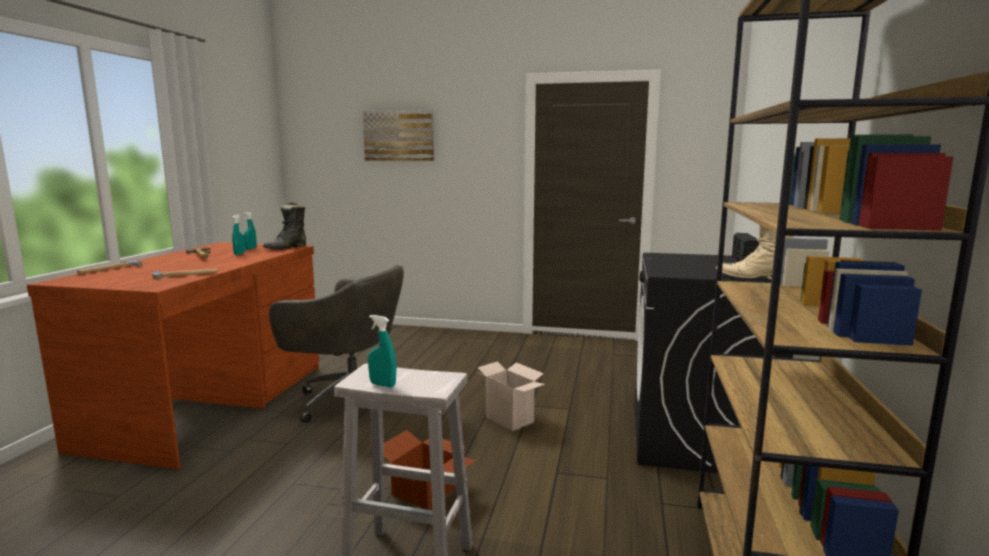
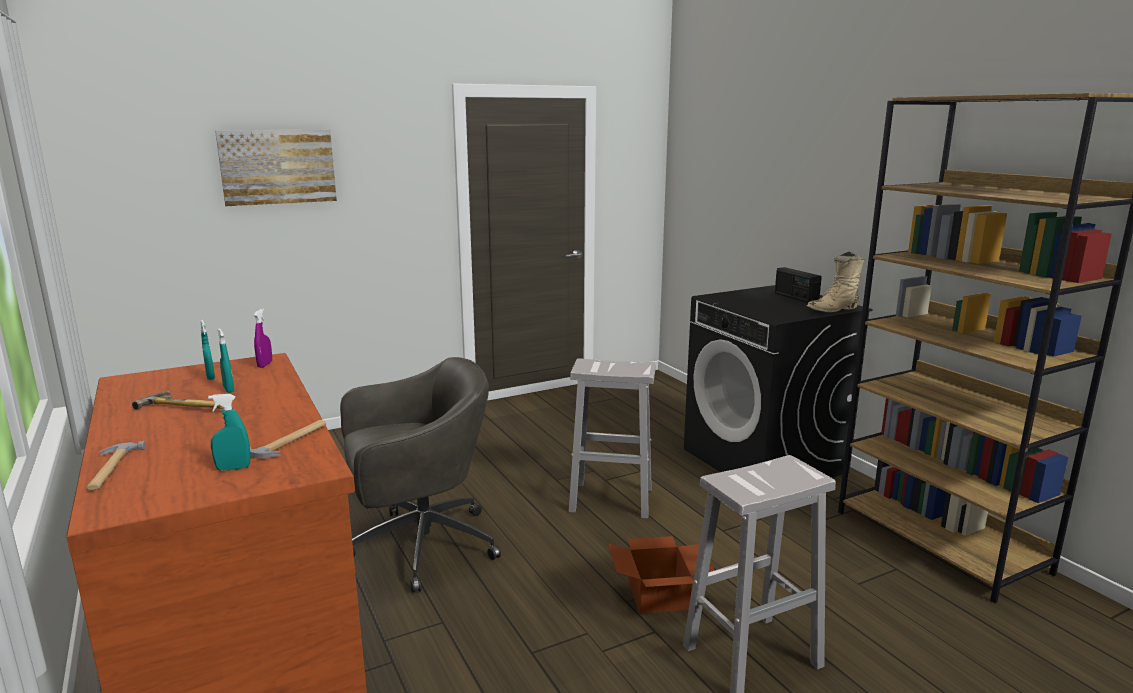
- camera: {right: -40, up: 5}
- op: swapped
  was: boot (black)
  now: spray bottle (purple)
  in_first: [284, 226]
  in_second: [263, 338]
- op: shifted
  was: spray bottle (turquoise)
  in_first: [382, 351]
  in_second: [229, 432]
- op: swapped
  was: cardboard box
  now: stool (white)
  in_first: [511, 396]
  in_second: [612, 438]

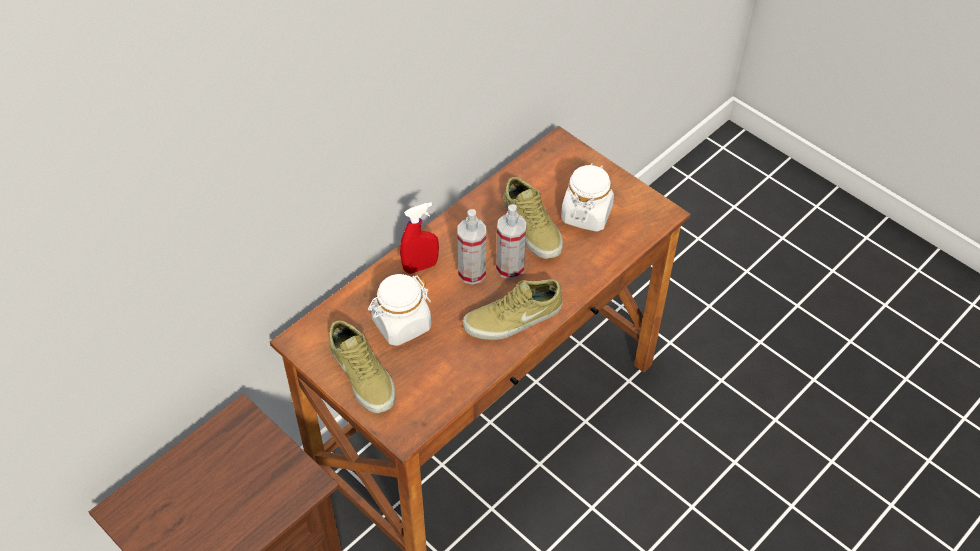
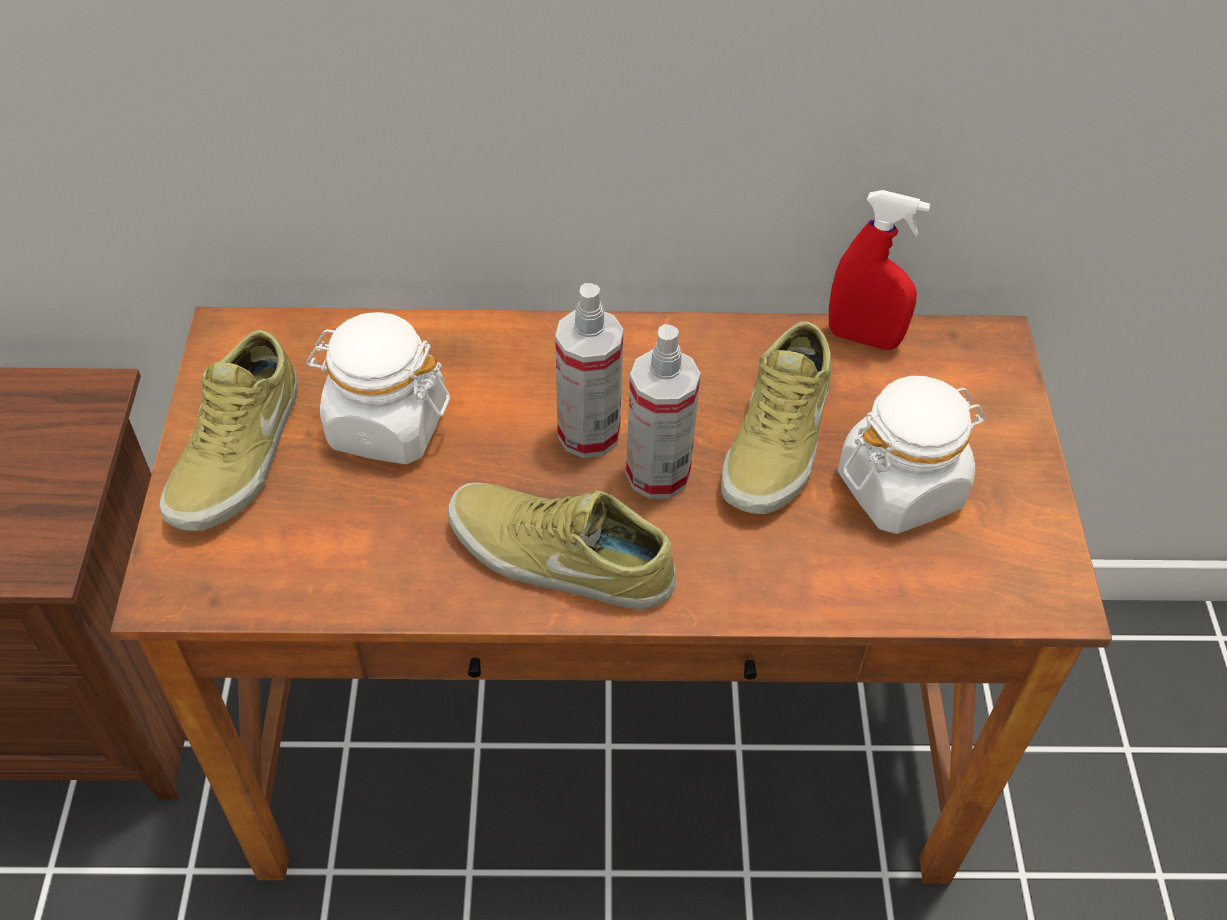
- camera: {right: 45, up: 0}
- op: shifted
  was: spray bottle (red)
  in_first: [419, 238]
  in_second: [879, 270]

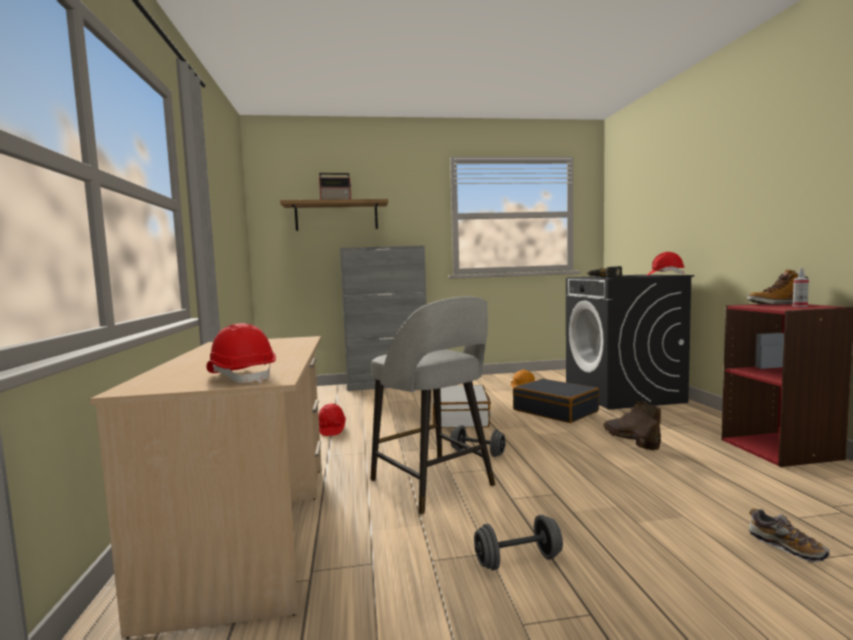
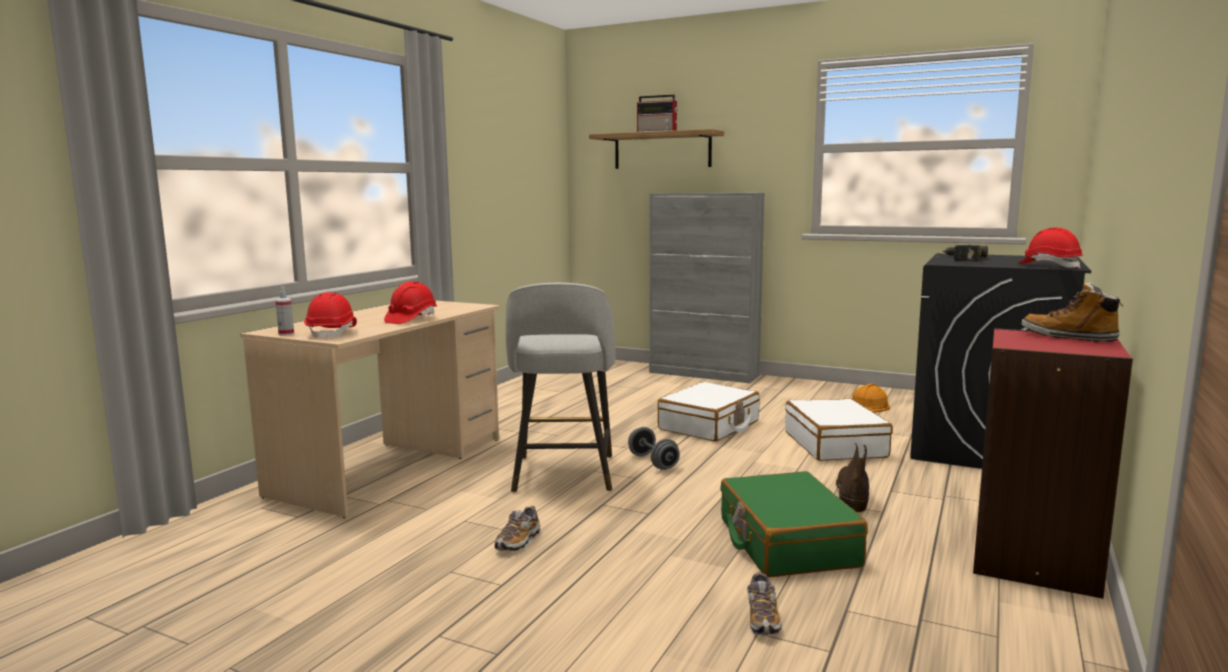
- camera: {right: 35, up: 5}
- op: shifted
  was: hard hat (red)
  in_first: [332, 420]
  in_second: [410, 302]
- op: swapped
  was: dumbbell (grey)
  now: shoe
  in_first: [518, 542]
  in_second: [518, 528]
- op: repainted
  was: suitcase (black)
  now: suitcase (white)
  in_first: [556, 401]
  in_second: [839, 429]
- op: shifted
  was: spray bottle
  in_first: [801, 287]
  in_second: [284, 311]
- op: new
  now: suitcase (green)
  in_second: [794, 524]

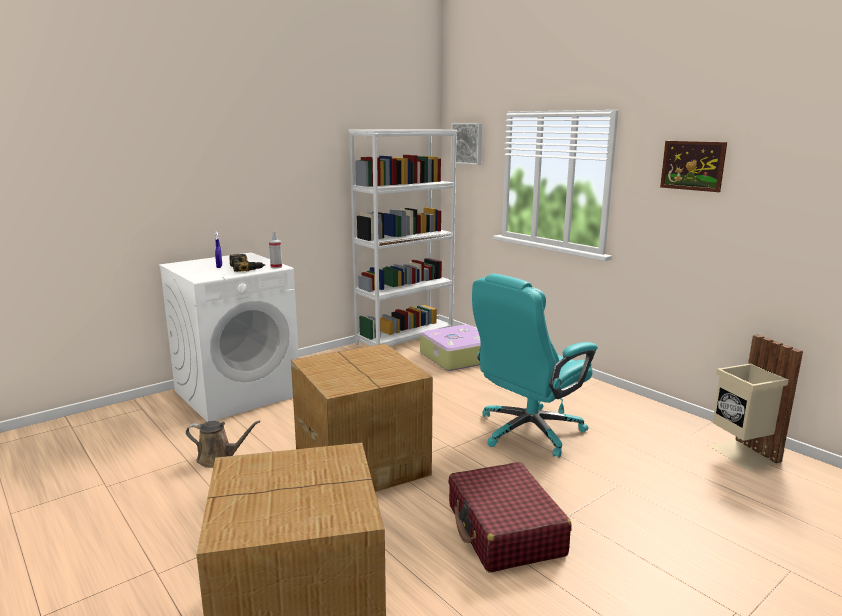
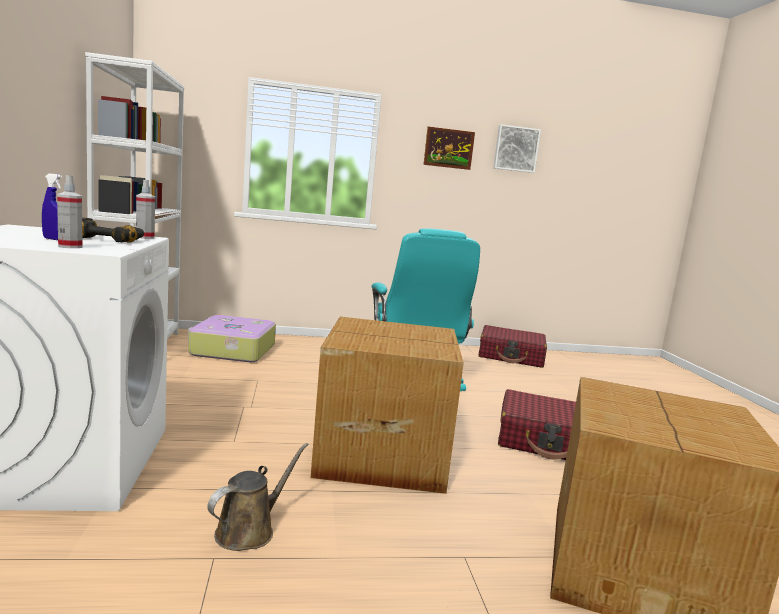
- camera: {right: -60, up: -5}
- op: shifted
  was: picture
  in_first: [466, 144]
  in_second: [517, 148]
- op: swapped
  was: trash can (beige)
  now: suitcase (red)
  in_first: [755, 402]
  in_second: [513, 346]
- op: new
  now: spray bottle
  in_second: [70, 211]

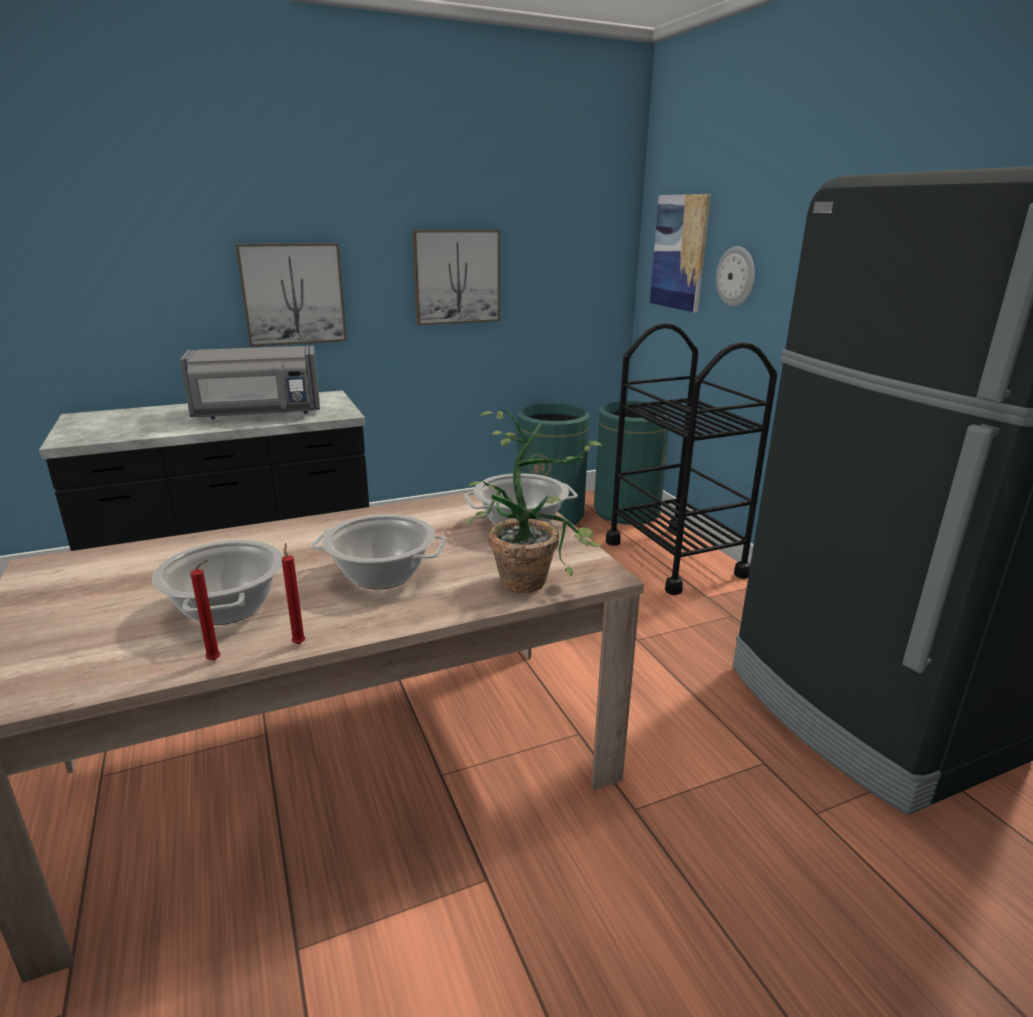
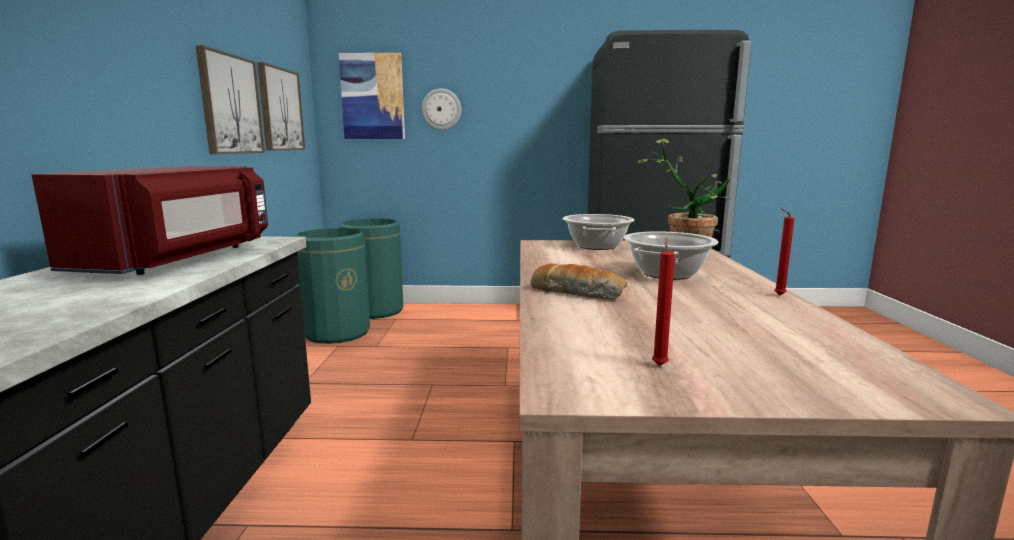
- camera: {right: -65, up: -10}
- op: gone
  was: cooking pot
  in_first: [217, 582]
- op: repainted
  was: microwave (grey)
  now: microwave (red)
  in_first: [250, 382]
  in_second: [150, 220]
- op: shifted
  was: candle (red)
  in_first: [205, 610]
  in_second: [663, 302]
- op: shifted
  was: picture
  in_first: [291, 295]
  in_second: [281, 106]
- op: gone
  was: cart (black)
  in_first: [691, 459]
- op: new
  now: bread
  in_second: [579, 281]

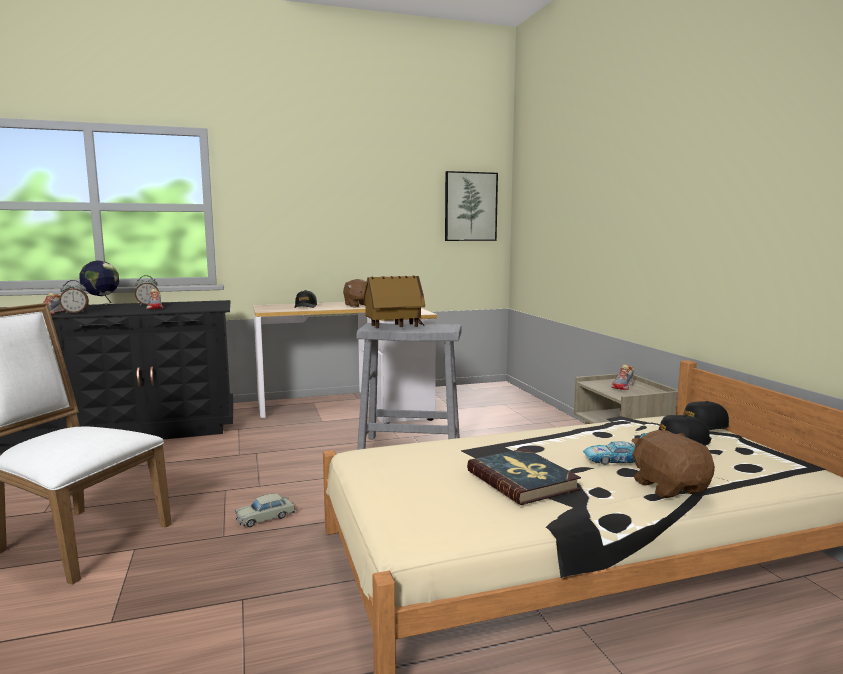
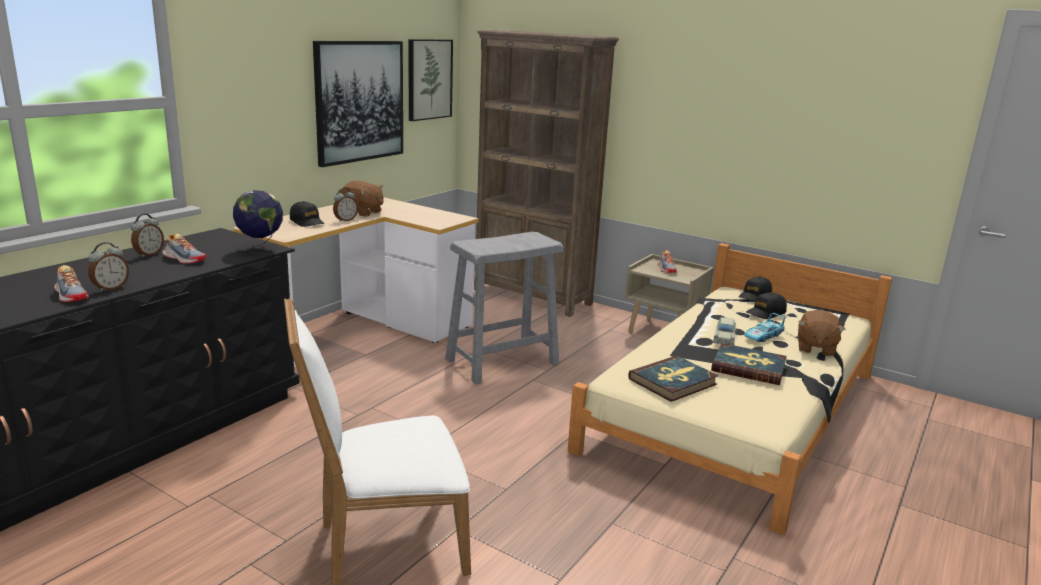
- camera: {right: -40, up: 10}
- op: shifted
  was: globe
  in_first: [99, 284]
  in_second: [258, 222]
- op: shifted
  was: toy car (beige)
  in_first: [265, 510]
  in_second: [725, 331]
- op: gone
  was: toy house
  in_first: [394, 302]
- op: rotated
  was: plush toy (brown)
  in_first: [673, 464]
  in_second: [822, 333]
  clockwise: -105
- op: new
  now: picture
  in_second: [358, 104]
- op: new
  now: alarm clock
  in_second: [345, 205]
- op: new
  now: bookcase (brown)
  in_second: [546, 173]
- op: new
  now: book
  in_second: [673, 379]

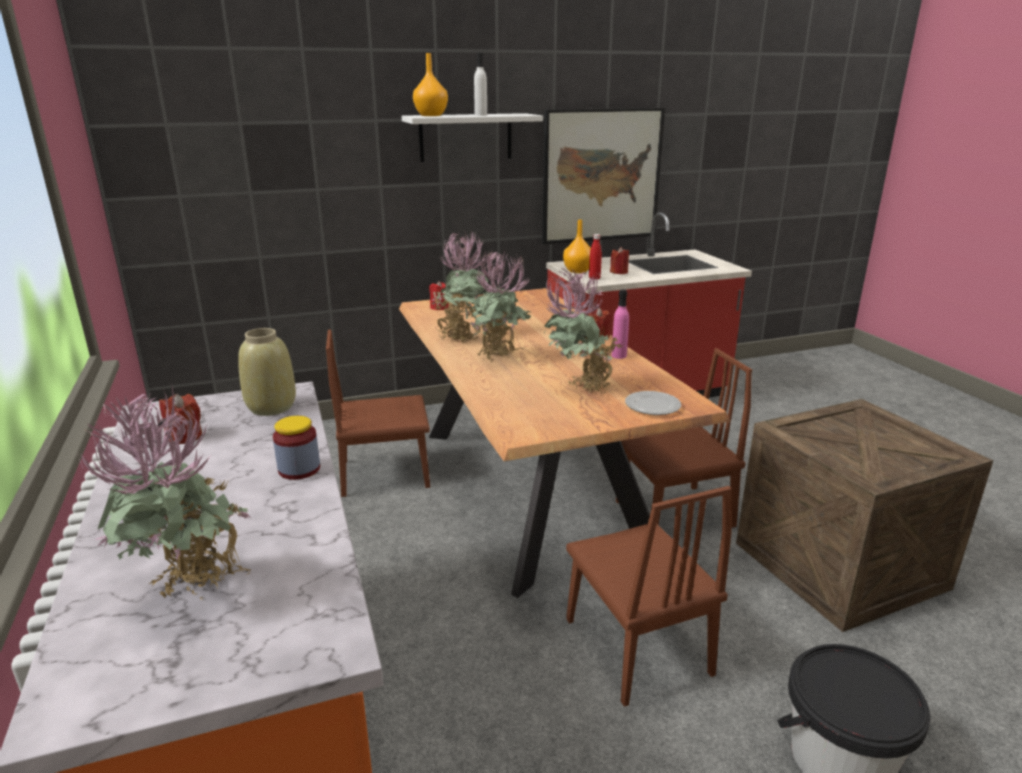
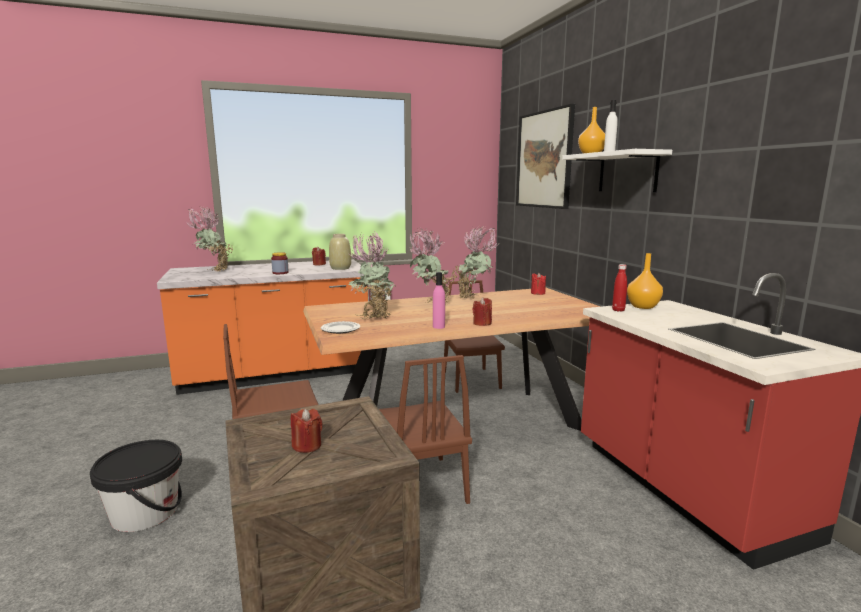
- camera: {right: 90, up: -10}
- op: shifted
  was: picture
  in_first: [603, 176]
  in_second: [545, 156]
- op: shifted
  was: candle (red)
  in_first: [619, 260]
  in_second: [306, 431]

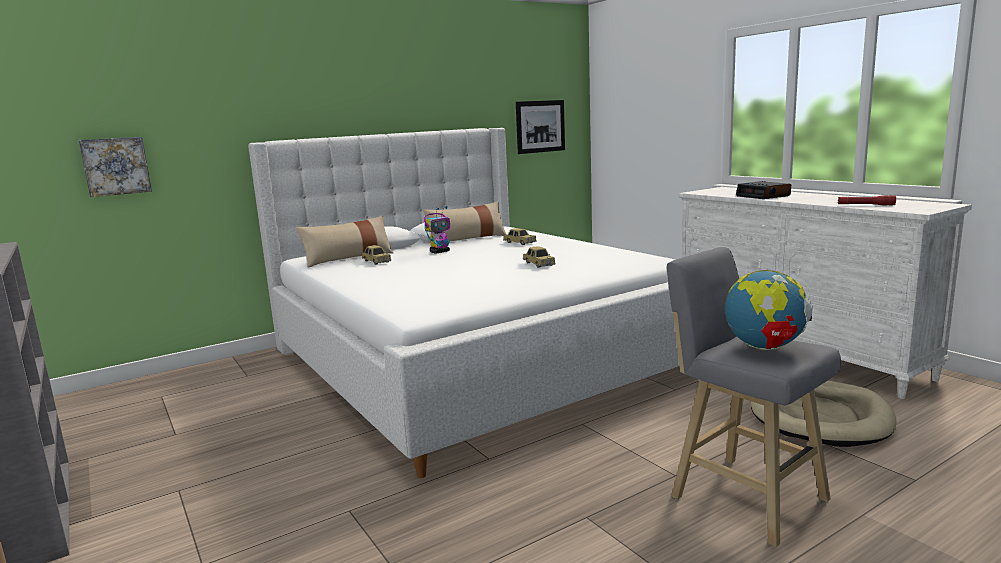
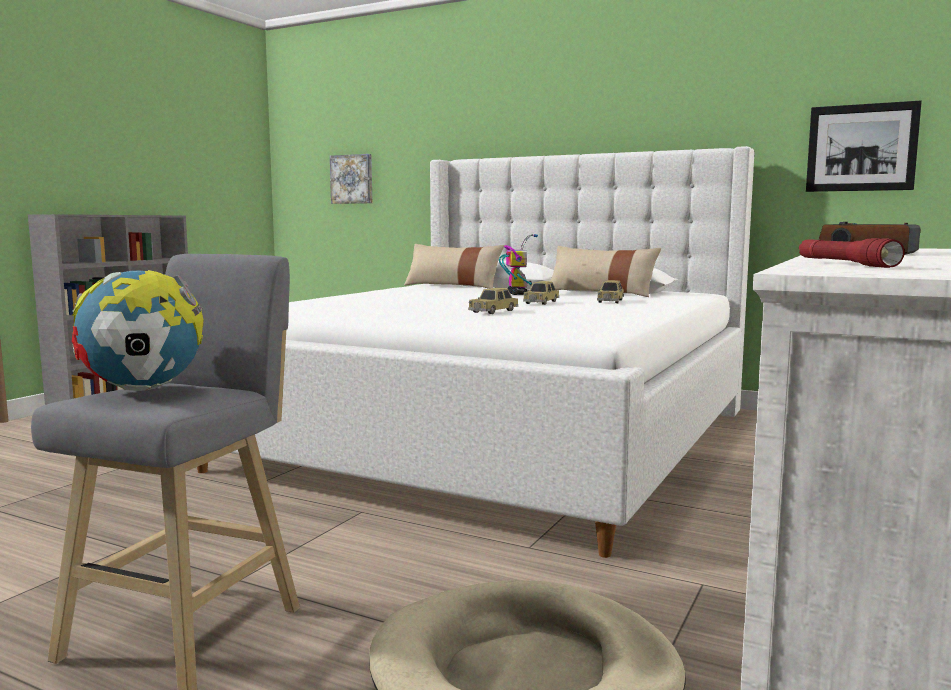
- camera: {right: 60, up: -5}
- op: shifted
  was: toy car
  in_first: [376, 255]
  in_second: [541, 293]
- op: rotated
  was: toy robot
  in_first: [437, 230]
  in_second: [518, 264]
  clockwise: -120

